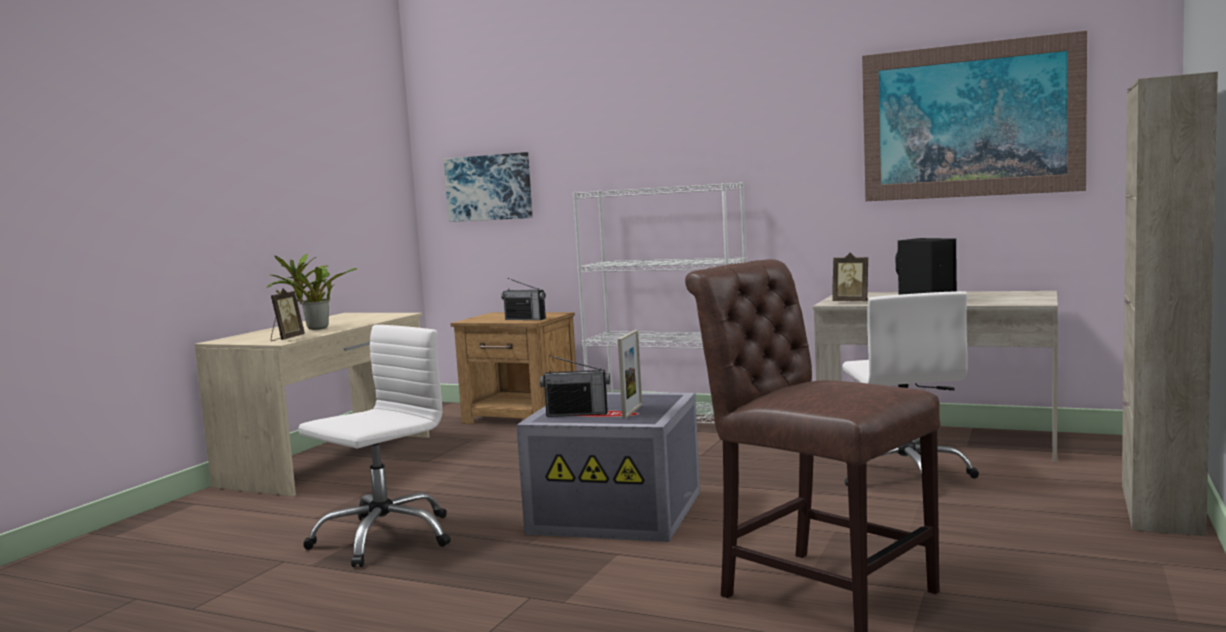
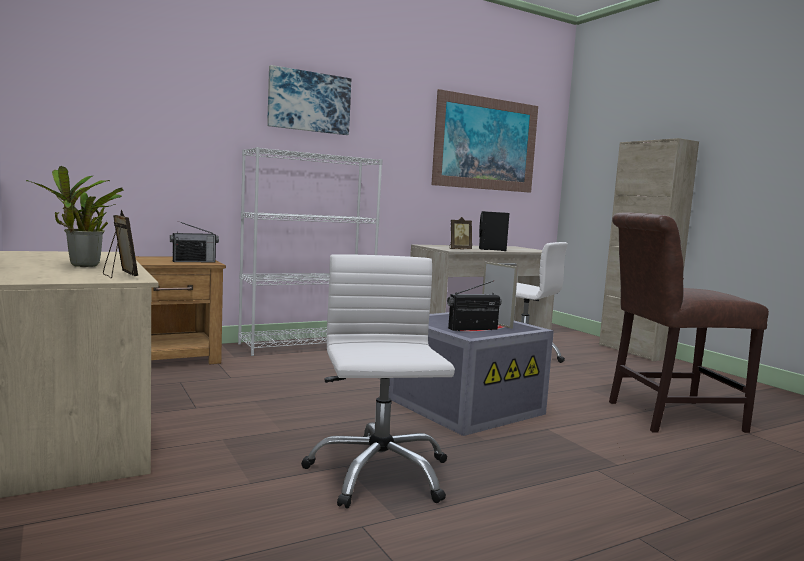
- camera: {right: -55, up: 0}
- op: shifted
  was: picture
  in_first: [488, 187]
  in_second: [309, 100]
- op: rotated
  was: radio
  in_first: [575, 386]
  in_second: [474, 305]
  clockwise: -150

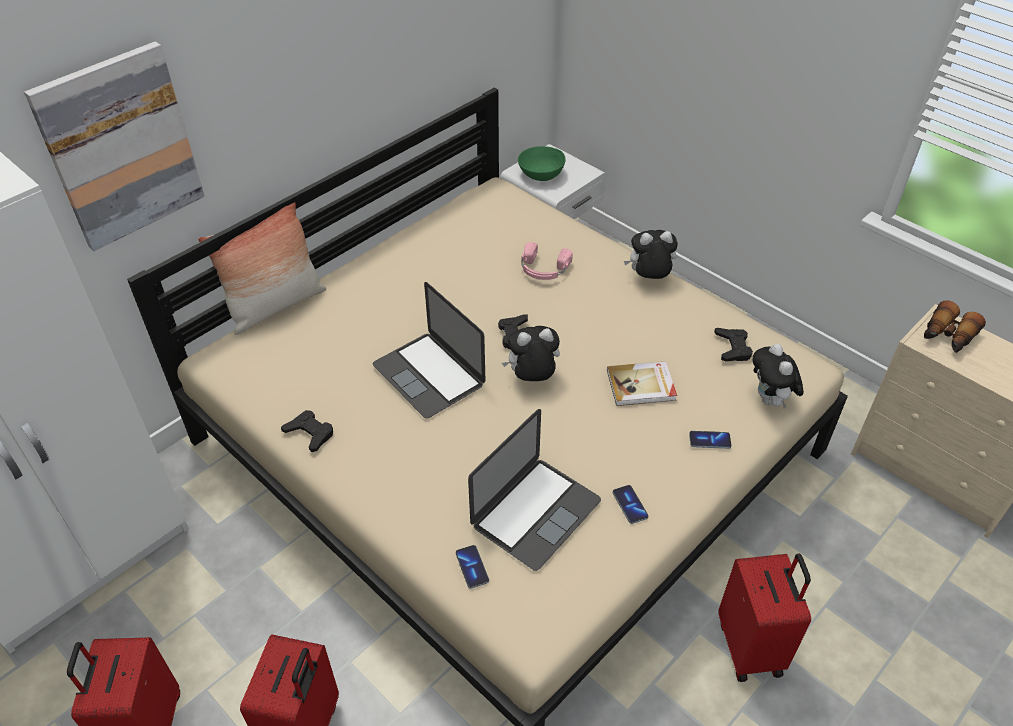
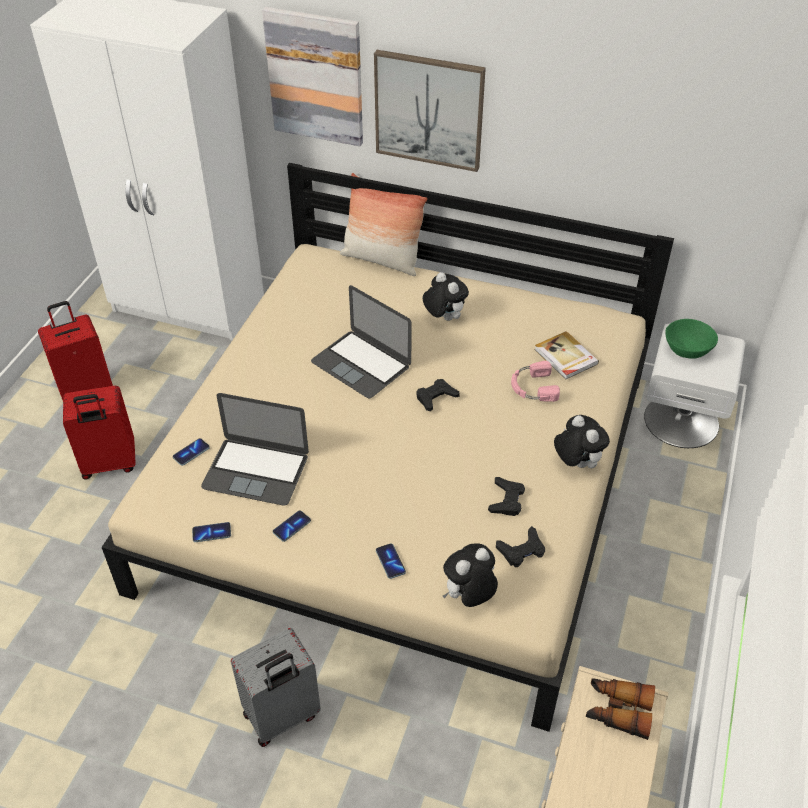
- camera: {right: 65, up: 0}
- op: shifted
  was: game controller (black)
  in_first: [307, 431]
  in_second: [506, 496]
- op: rotated
  was: laptop
  in_first: [429, 350]
  in_second: [361, 341]
  clockwise: -75
- op: shifted
  was: plush toy
  in_first: [531, 353]
  in_second: [446, 296]
- op: shifted
  was: book
  in_first: [642, 383]
  in_second: [566, 355]
- op: repainted
  was: suitcase (red)
  now: suitcase (grey)
  in_first: [764, 617]
  in_second: [276, 687]
- op: new
  now: phone
  in_second: [211, 532]
- op: new
  now: picture
  in_second: [430, 111]

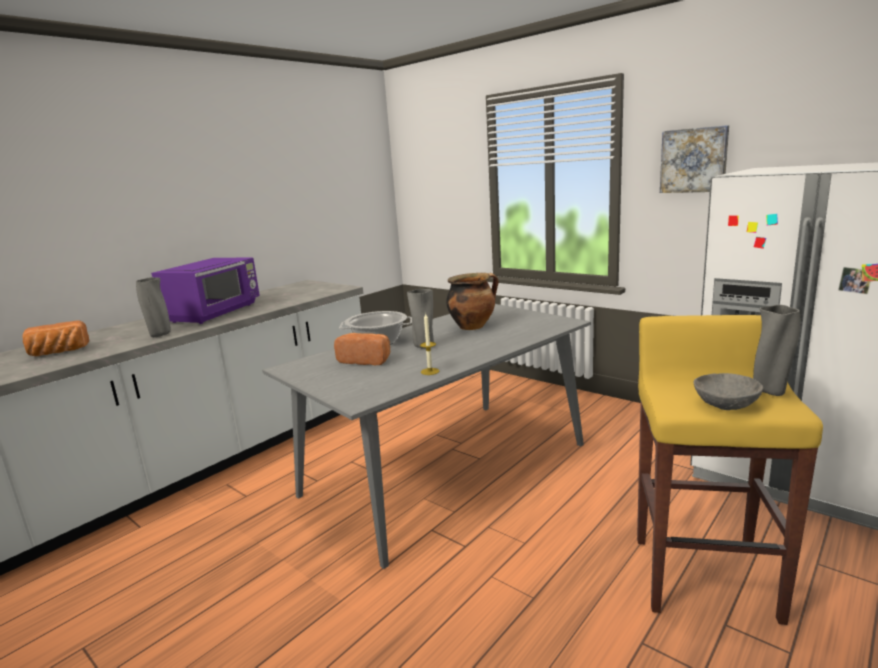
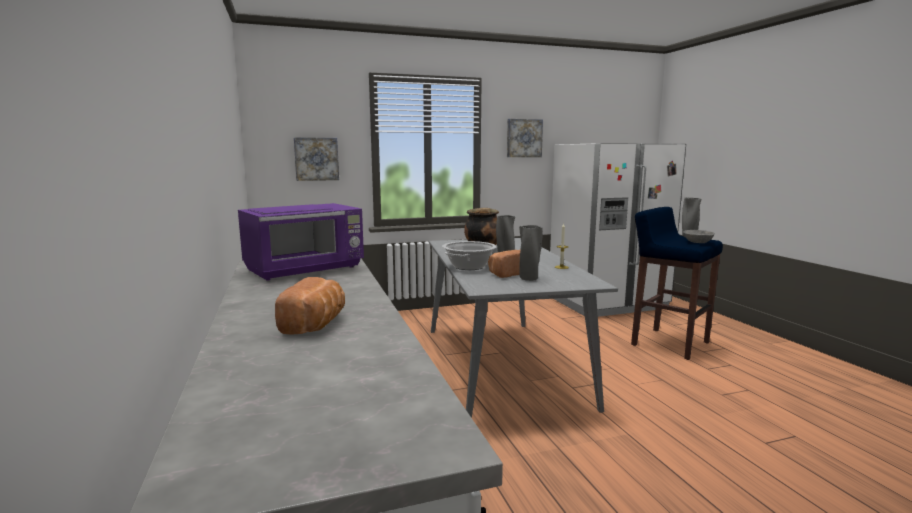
- camera: {right: -60, up: -5}
- op: shifted
  was: vase (grey)
  in_first: [153, 307]
  in_second: [531, 253]
- op: rotated
  was: microwave (purple)
  in_first: [205, 291]
  in_second: [301, 242]
  clockwise: 90
- op: repainted
  was: stool (yellow)
  now: stool (blue)
  in_first: [730, 470]
  in_second: [677, 283]
- op: new
  now: picture
  in_second: [316, 159]

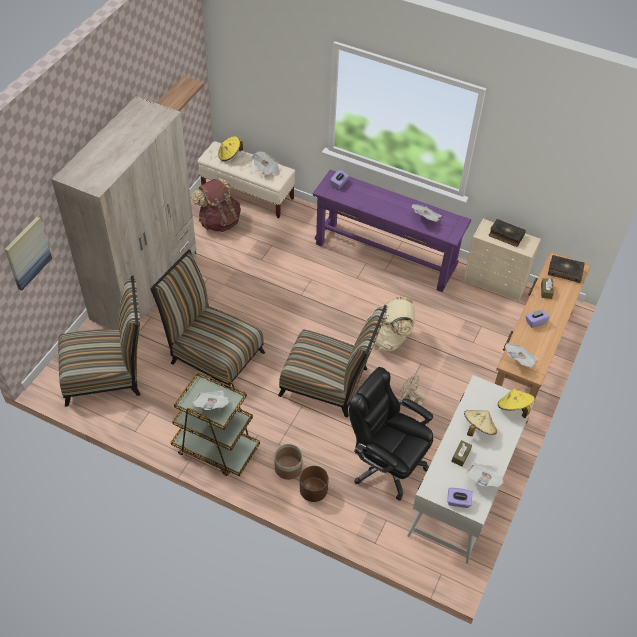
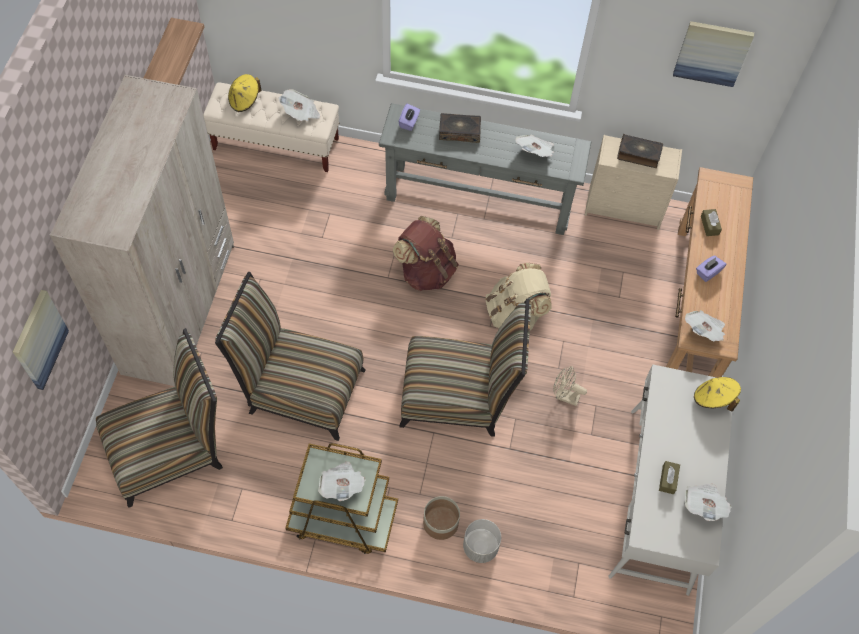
- camera: {right: -15, up: 10}
- op: shifted
  was: backpack (brown)
  in_first: [216, 205]
  in_second: [426, 253]
- op: repainted
  was: planter (brown)
  now: planter (grey)
  in_first: [314, 484]
  in_second: [482, 541]
- op: repainted
  was: console table (purple)
  now: console table (grey)
  in_first: [392, 231]
  in_second: [485, 169]
- op: gone
  was: office chair (black)
  in_first: [391, 434]
- op: gone
  was: tissue box (purple)
  in_first: [460, 498]
- op: gone
  was: hat (beige)
  in_first: [480, 423]
- op: shifted
  was: book
  in_first: [566, 269]
  in_second: [460, 128]
- op: new
  now: picture
  in_second: [713, 54]

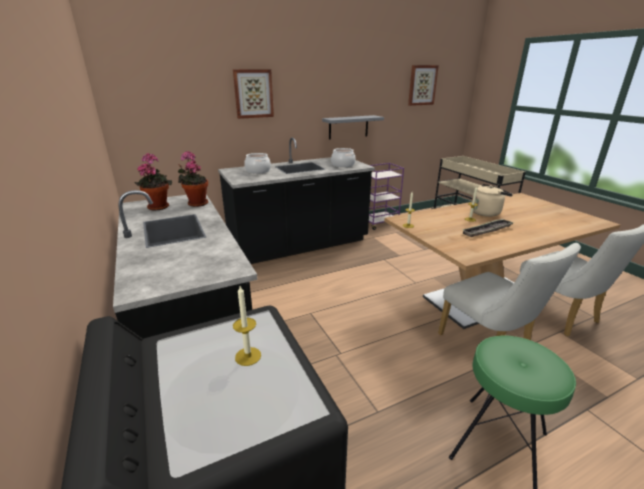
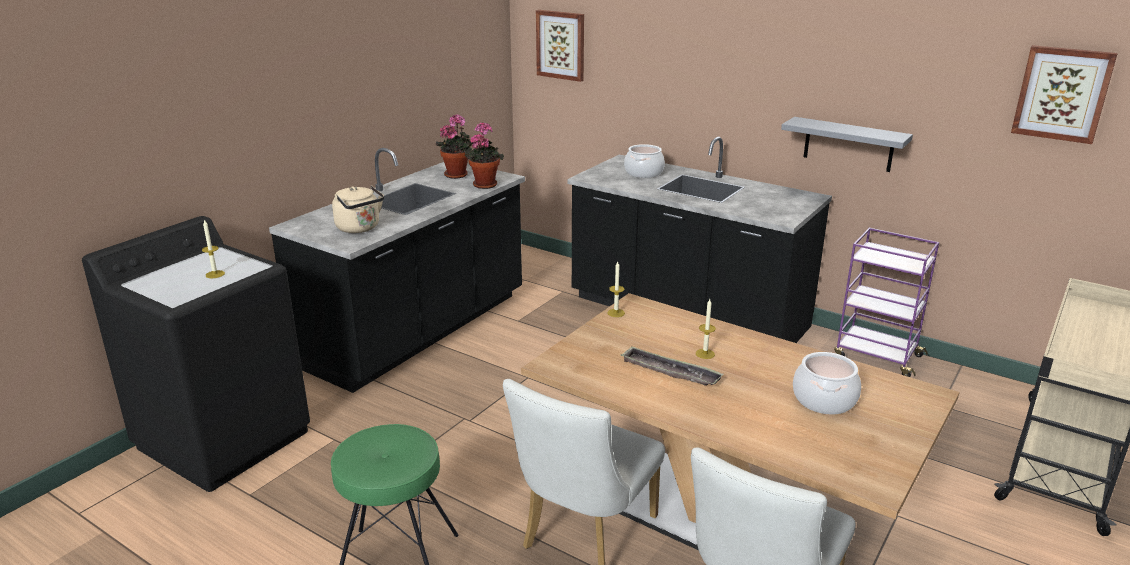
- camera: {right: 60, up: 0}
- op: shifted
  was: picture
  in_first: [253, 94]
  in_second: [560, 46]
- op: shifted
  was: cooking pot
  in_first: [343, 157]
  in_second: [827, 383]
- op: shifted
  was: kettle (beige)
  in_first: [492, 200]
  in_second: [358, 209]

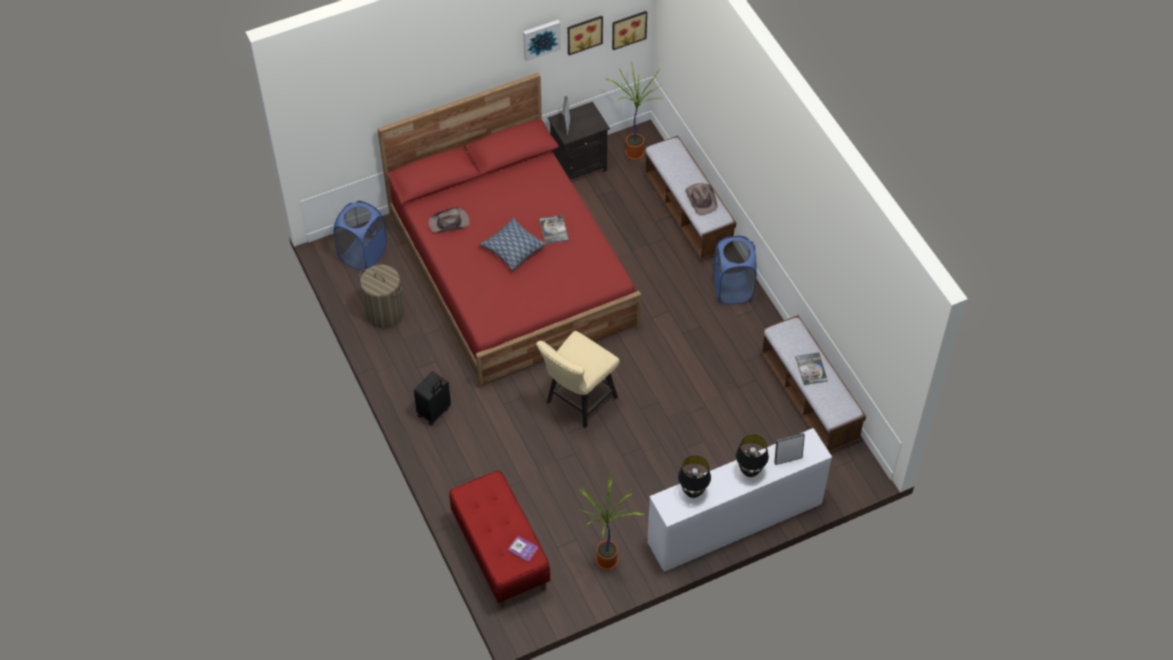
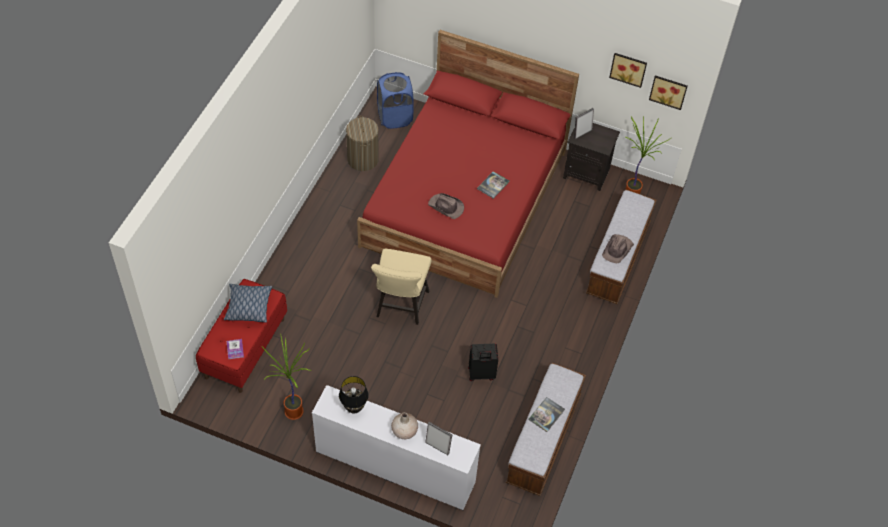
- camera: {right: 45, up: 0}
- op: shifted
  was: suitcase (black)
  in_first: [432, 398]
  in_second: [483, 362]
- op: shifted
  was: hat (brown)
  in_first: [449, 220]
  in_second: [446, 206]
- op: shifted
  was: pillow
  in_first: [512, 244]
  in_second: [248, 303]
- op: gone
  was: picture
  in_first: [542, 40]
- op: rotated
  was: chair (beige)
  in_first: [578, 379]
  in_second: [401, 287]
  clockwise: -75
- op: gone
  was: laundry basket (blue)
  in_first: [735, 270]
- op: swapped
  was: table lamp (black)
  now: vase (beige)
  in_first: [752, 456]
  in_second: [404, 425]

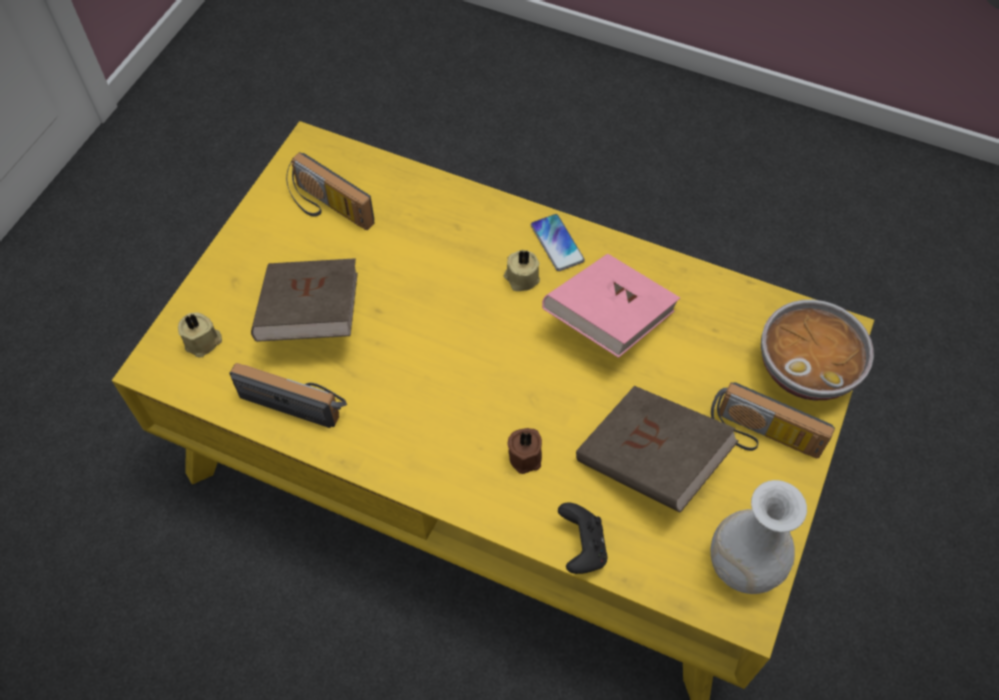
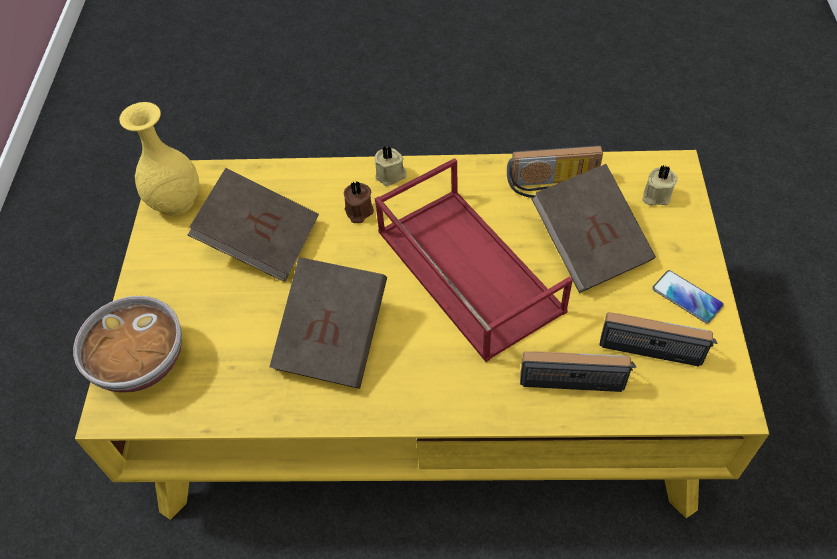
- camera: {right: 160, up: -5}
- op: shifted
  was: candle (beige)
  in_first: [522, 270]
  in_second: [391, 165]
- op: shifted
  was: phone
  in_first: [558, 242]
  in_second: [688, 297]
- op: repainted
  was: book (pink)
  now: book (brown)
  in_first: [611, 306]
  in_second: [328, 323]
- op: gone
  was: game controller (black)
  in_first: [582, 538]
- op: shifted
  was: radio
  in_first: [773, 420]
  in_second: [578, 371]
- op: repainted
  was: vase (white)
  now: vase (yellow)
  in_first: [759, 537]
  in_second: [159, 159]
- op: new
  now: tray (red)
  in_second: [473, 260]

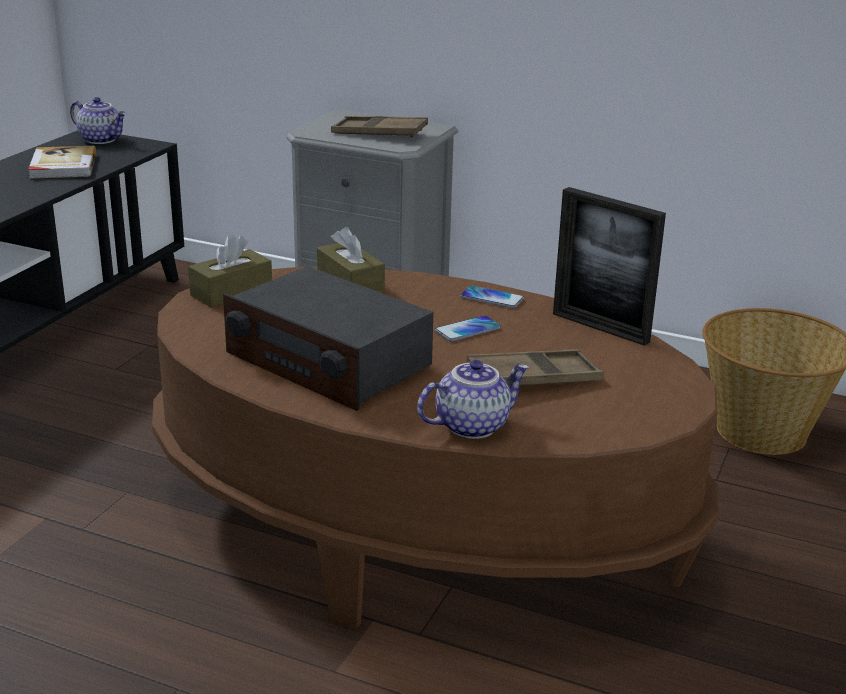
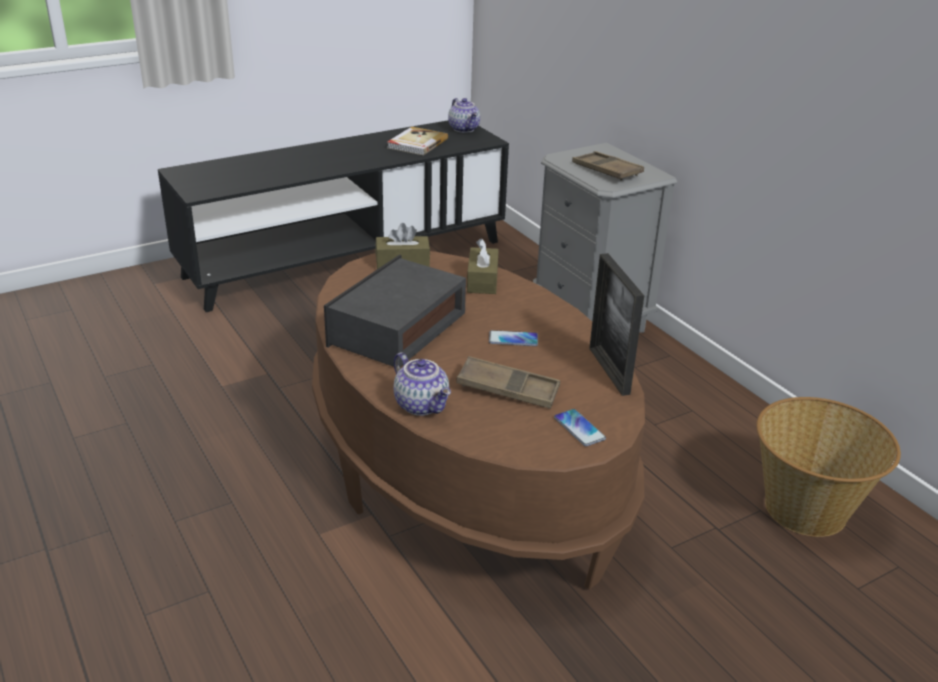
- camera: {right: 35, up: 5}
- op: rotated
  was: radio
  in_first: [328, 338]
  in_second: [395, 310]
  clockwise: 45
- op: rotated
  was: teapot
  in_first: [473, 399]
  in_second: [422, 384]
  clockwise: 45
- op: shifted
  was: phone
  in_first: [492, 296]
  in_second: [580, 427]

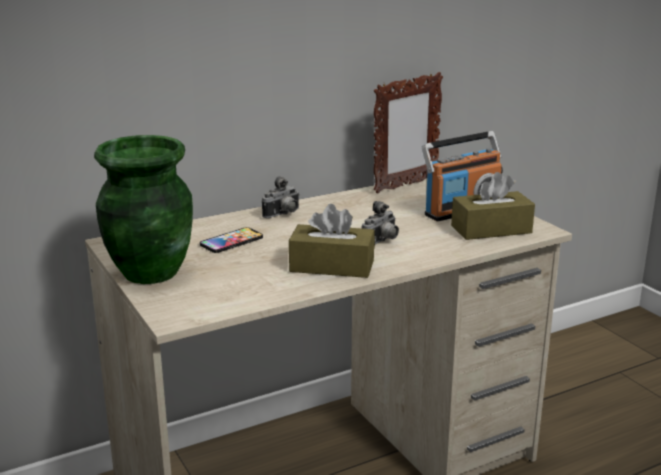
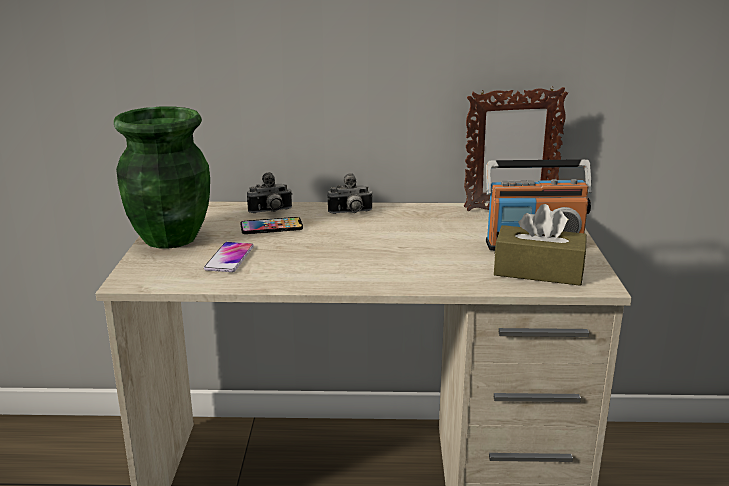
- camera: {right: 30, up: 0}
- op: gone
  was: tissue box (brown)
  in_first: [332, 241]
- op: shifted
  was: photo camera
  in_first: [380, 222]
  in_second: [269, 192]
- op: new
  now: phone
  in_second: [229, 257]

